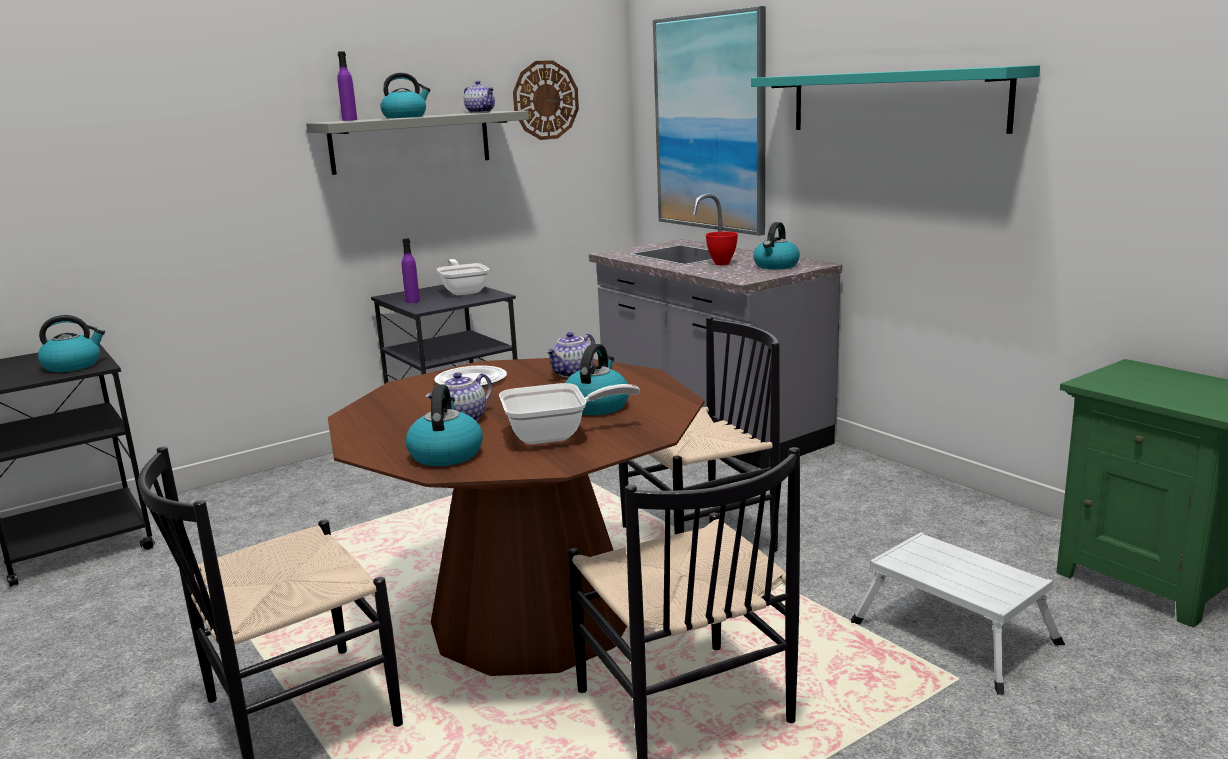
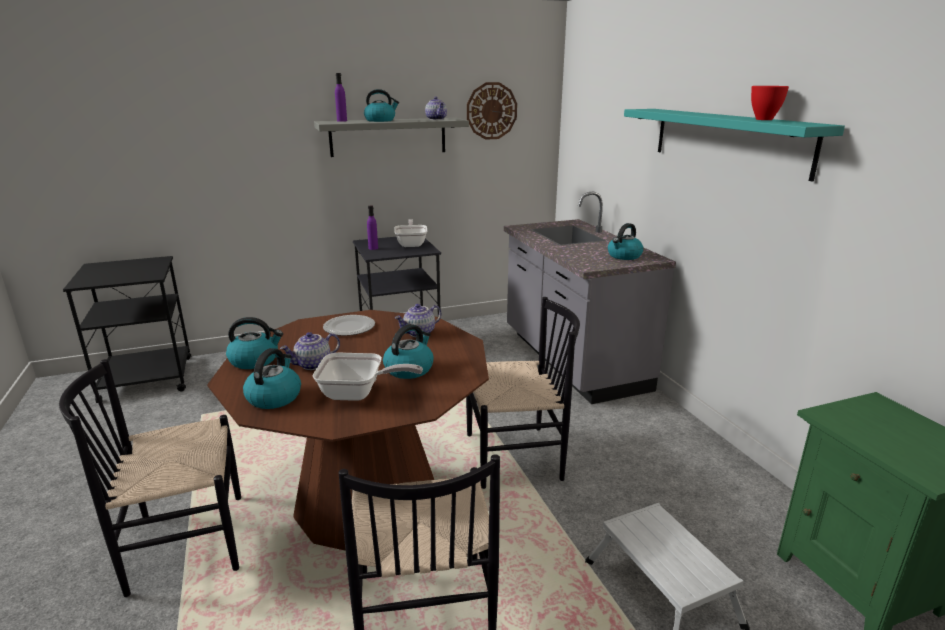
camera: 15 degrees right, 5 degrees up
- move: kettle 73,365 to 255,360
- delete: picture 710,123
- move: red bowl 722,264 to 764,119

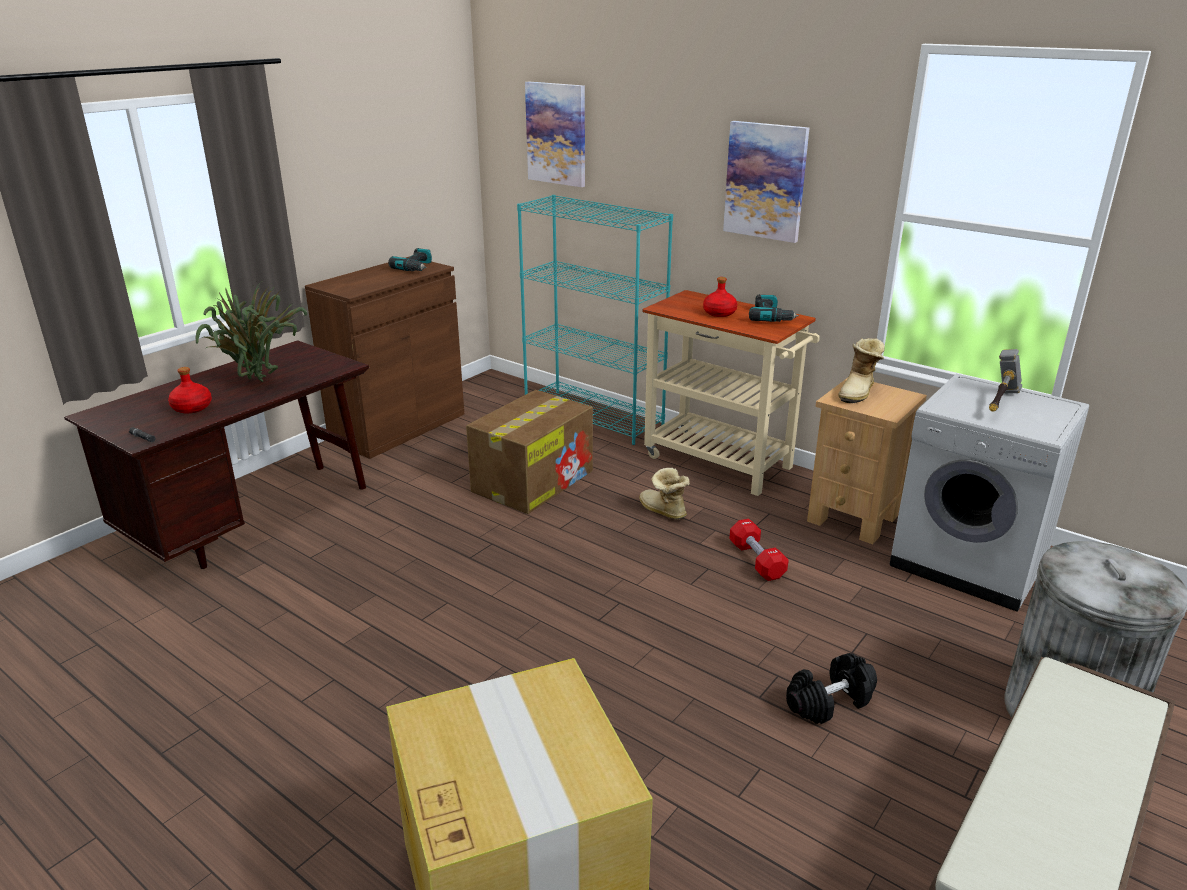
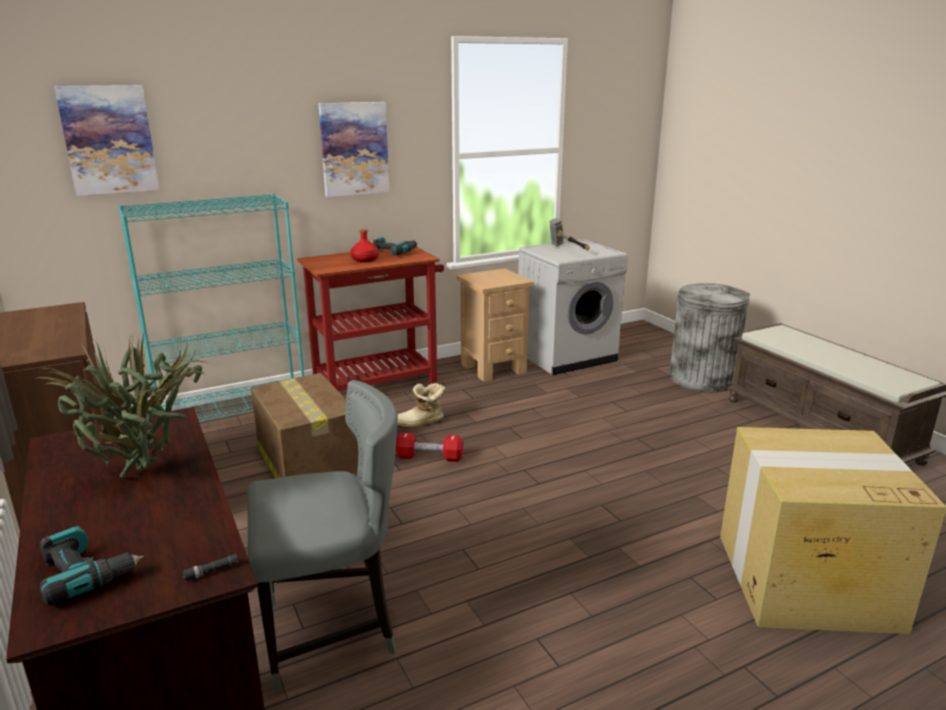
camera: 65 degrees left, 5 degrees down
- delete: red bottle 192,407
- move: power drill 416,268 to 87,573
- recolor: beige cart 720,463 to red cart 378,385
- move: red dumbbell 756,561 to 429,457
- delete: black dumbbell 829,702
- delete: boot 859,392
- insert: grey chair 333,631

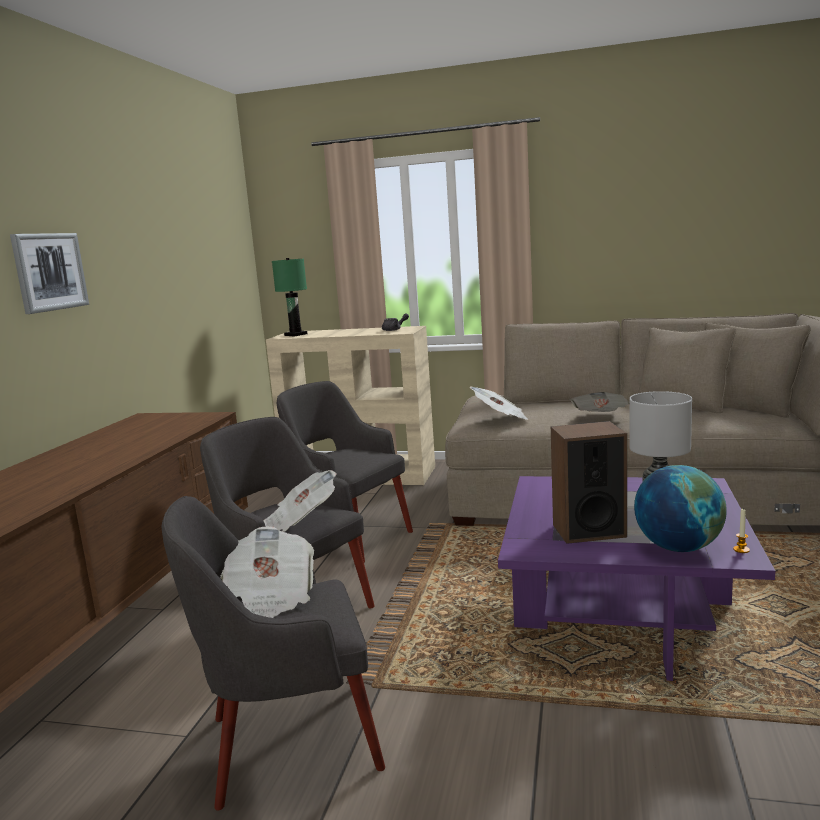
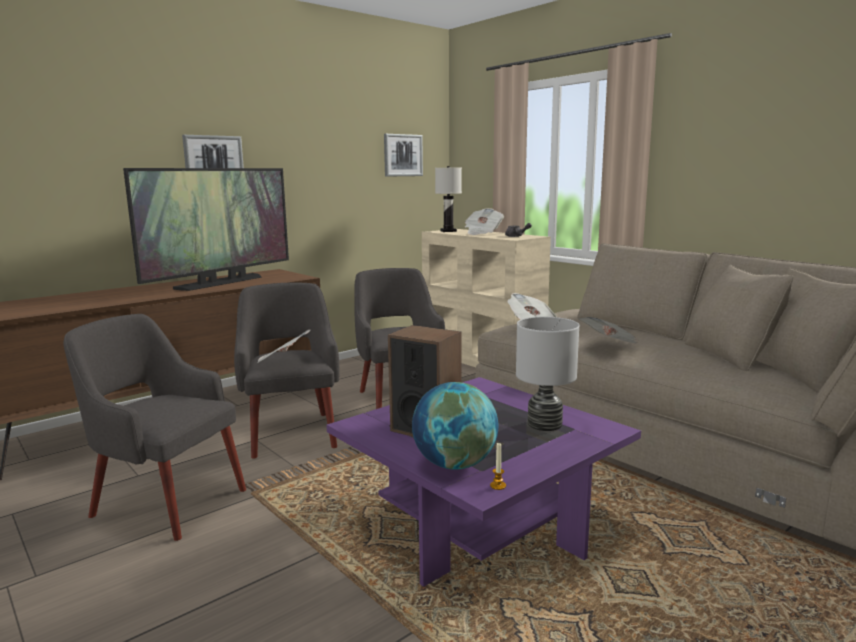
camera: 35 degrees right, 0 degrees up
- move: newspaper 271,597 to 482,233
- recolor: green table lamp 296,334 to white table lamp 448,231
- insert: television 221,283
- insert: picture 402,155

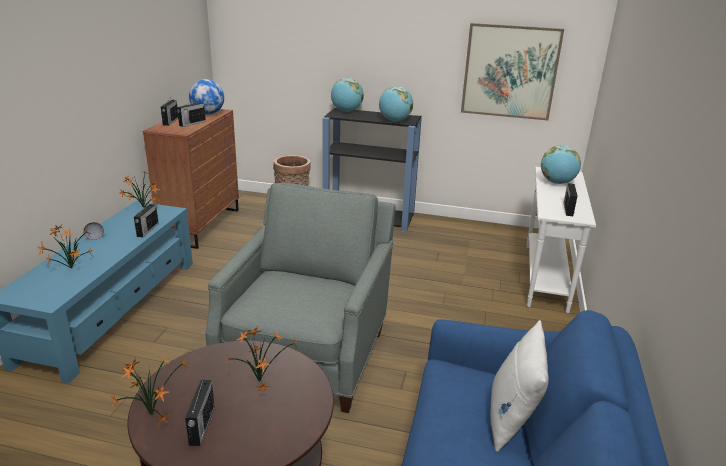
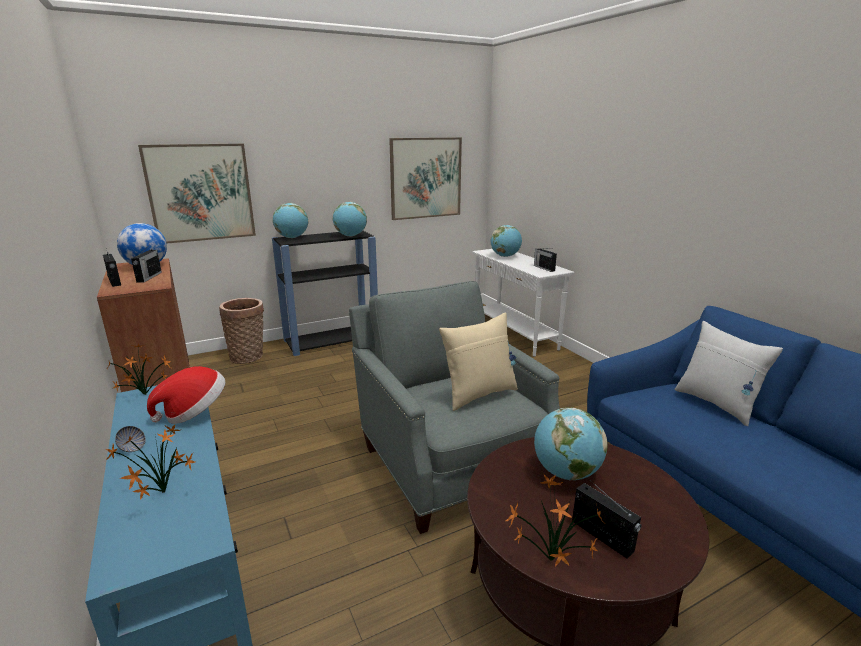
camera: 40 degrees left, 5 degrees down
- replace: radio 147,230 to hat 194,412
- replace: potted plant 259,380 to globe 566,473
- insert: picture 200,193
- insert: beige pillow 479,395

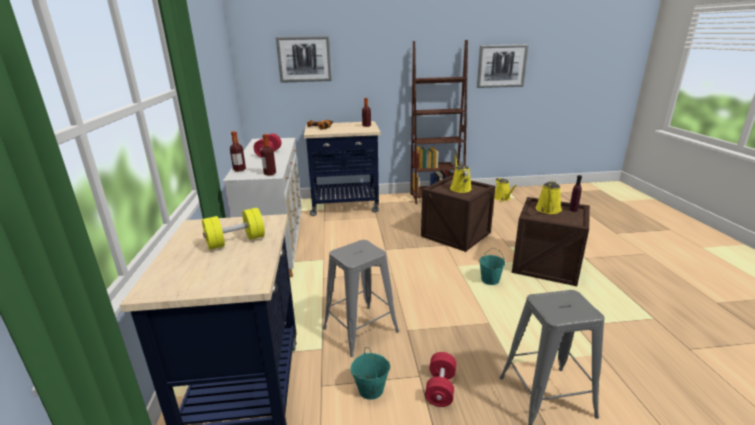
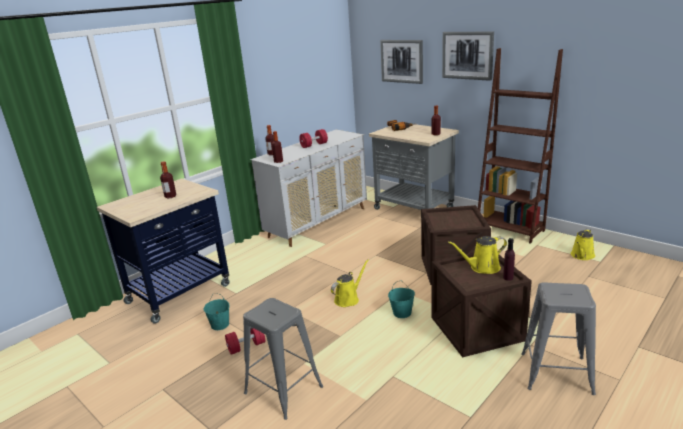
camera: 50 degrees right, 0 degrees up
- replace: yellow dumbbell 236,241 to bottle 170,196
- recolor: blue cart 345,205 to grey cart 414,209
- move: grey stool 360,330 to 556,373
- move: yellow watering can 460,188 to 348,299
- move: picture 501,66 to 467,55

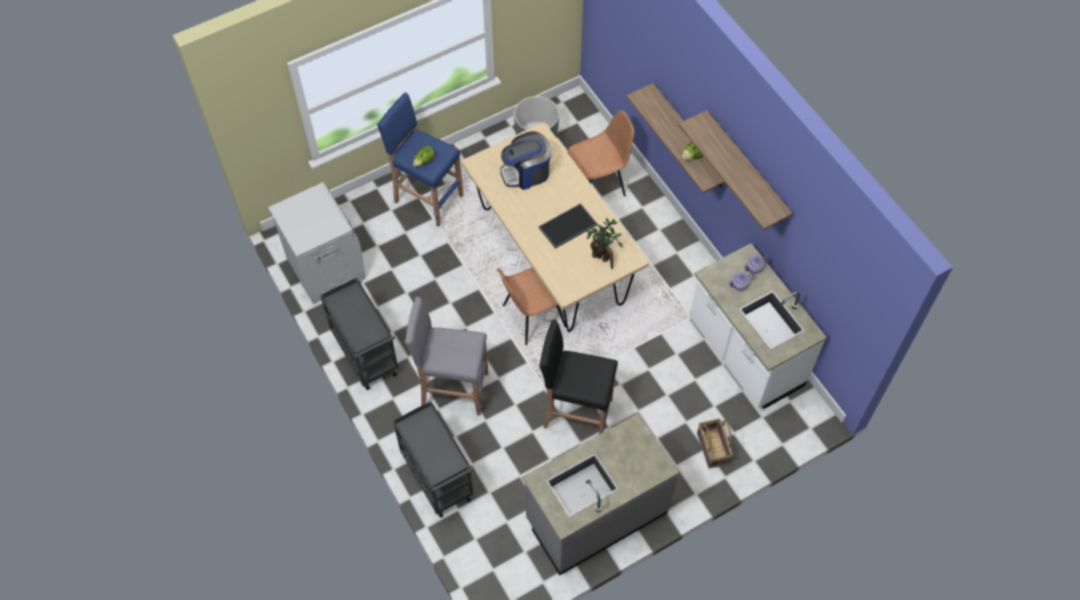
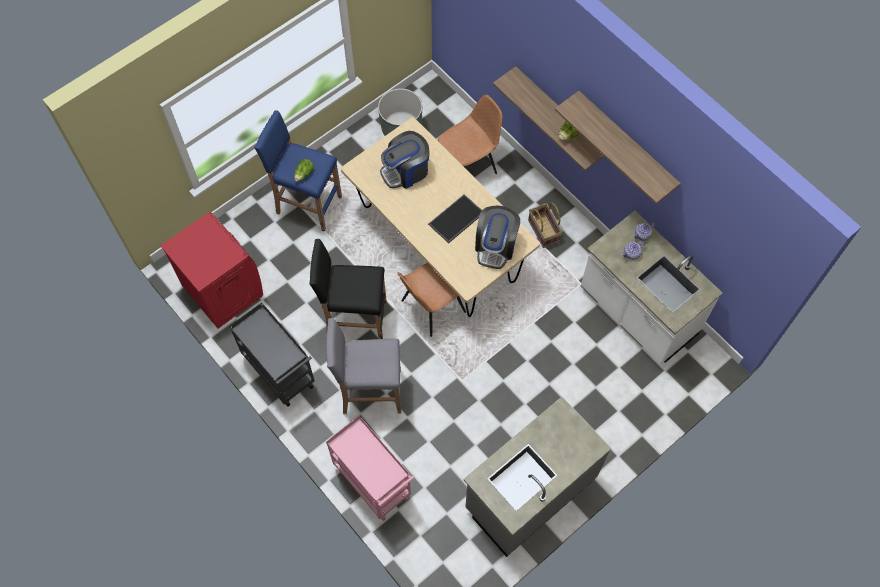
camera: 10 degrees left, 5 degrees up
- recolor: white washing machine 325,268 to red washing machine 222,290
- recolor: grey cart 438,480 to pink cart 374,484
- move: black stool 576,413 to 355,320
- replace: potted plant 602,258 to coffee machine 495,246
- move: basket 713,448 to 544,230

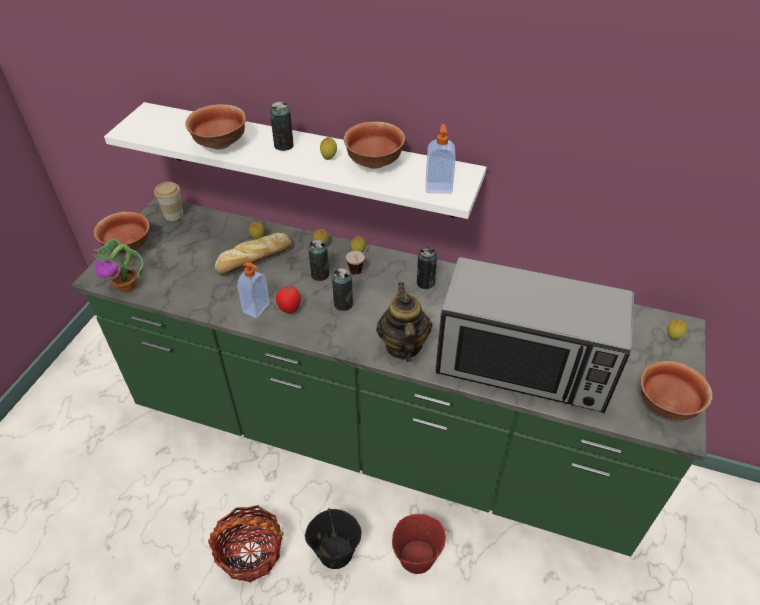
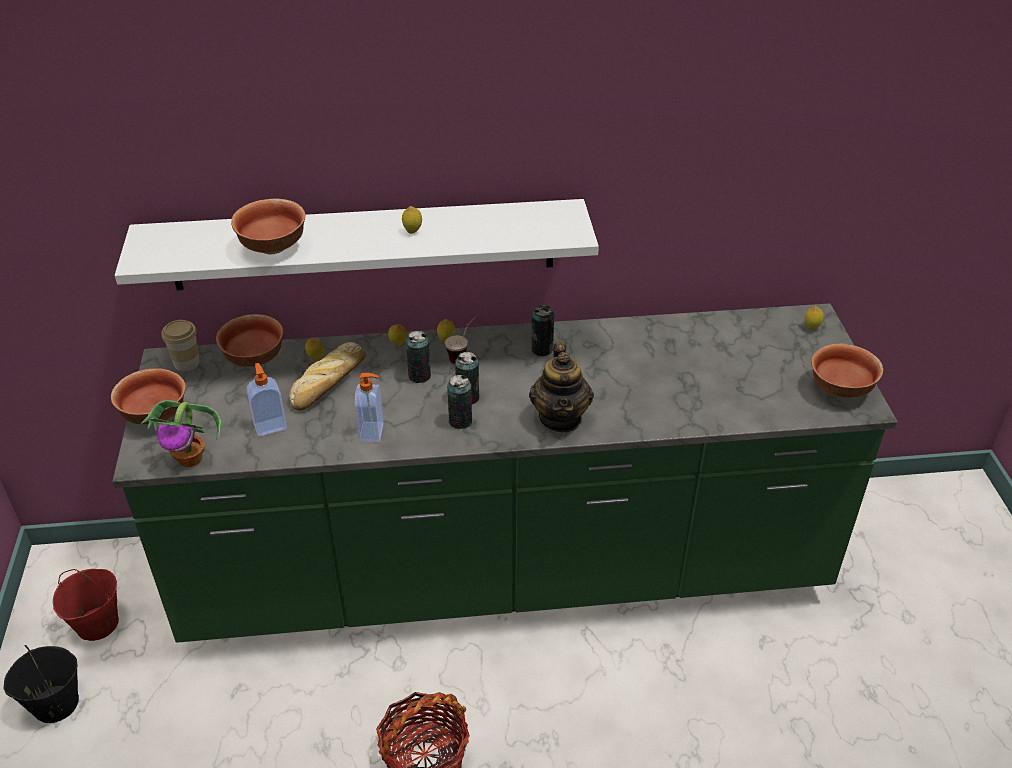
camera: 25 degrees left, 5 degrees down
- move: can 284,145 to 460,421
- delete: tomato 290,309
- move: black bucket 335,552 to 55,704
- move: bowl 375,163 to 255,359
- rotate: teapot 403,346 = 561,418 150 degrees counterclockwise
- move: red bucket 416,557 to 97,624
- move: soap dispenser 438,187 to 270,426
- delete: microwave 524,364

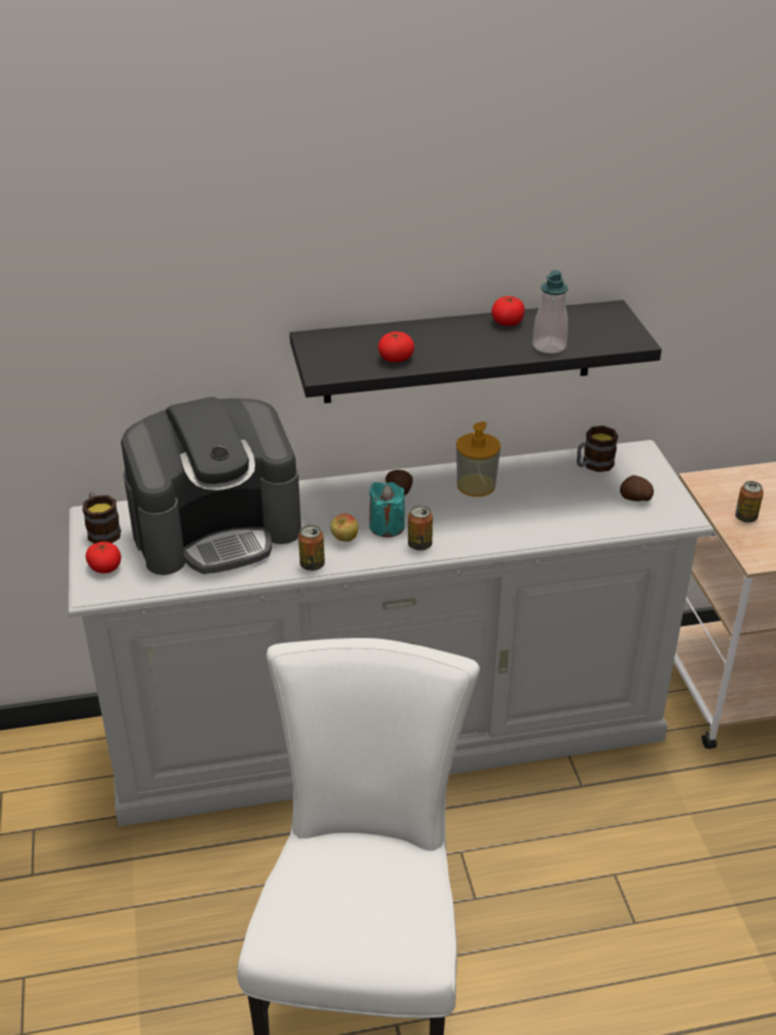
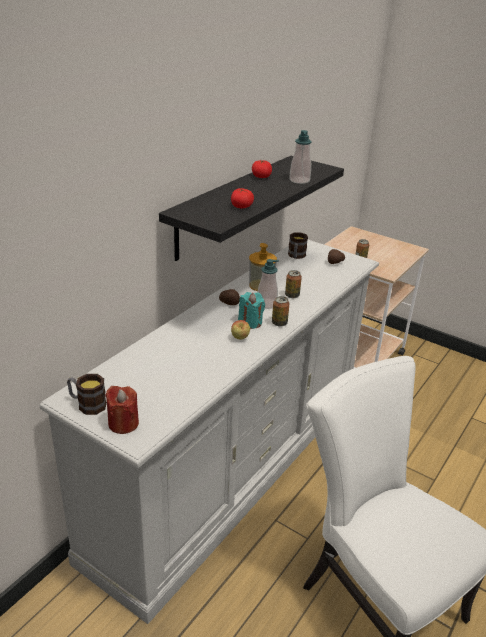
camera: 45 degrees left, 5 degrees down
- replace: tomato 105,567 to red candle 123,423
- delete: coffee machine 217,530
- move: can 312,565 to 292,295
- insert: soap dispenser 266,304

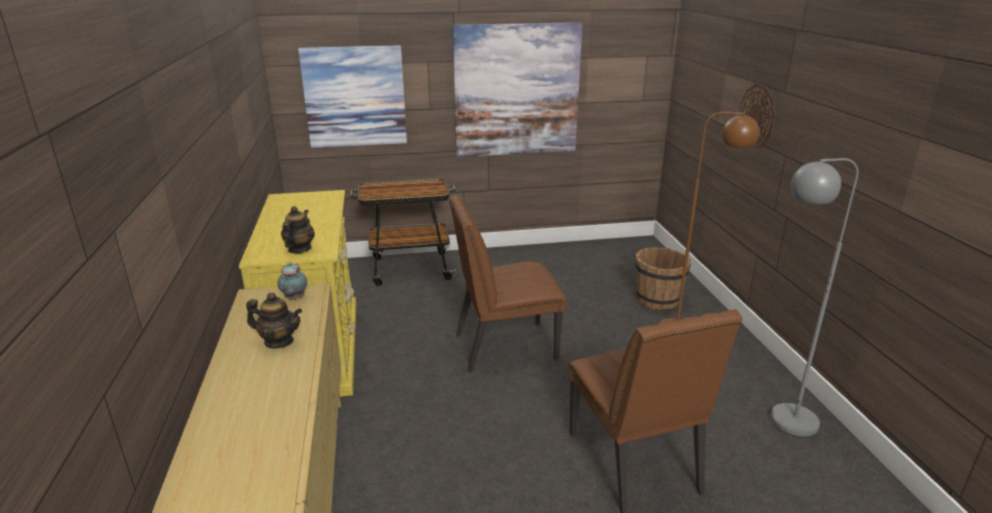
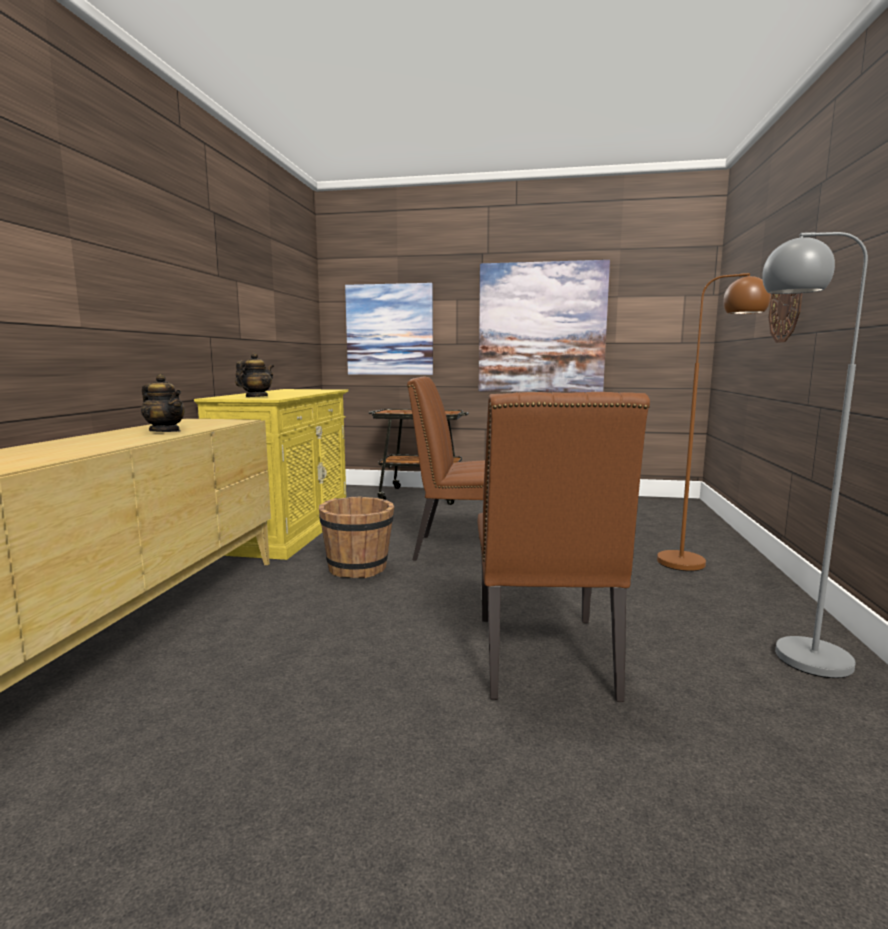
camera: 20 degrees right, 15 degrees down
- delete: teapot 294,298
- move: brown bucket 657,300 to 358,568

